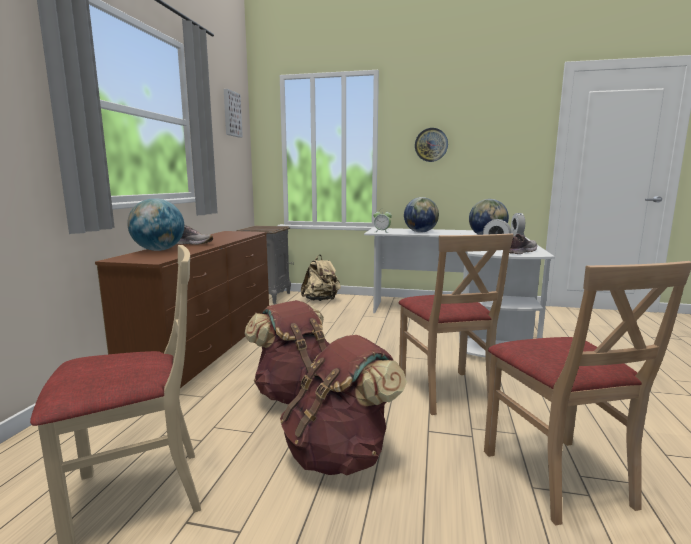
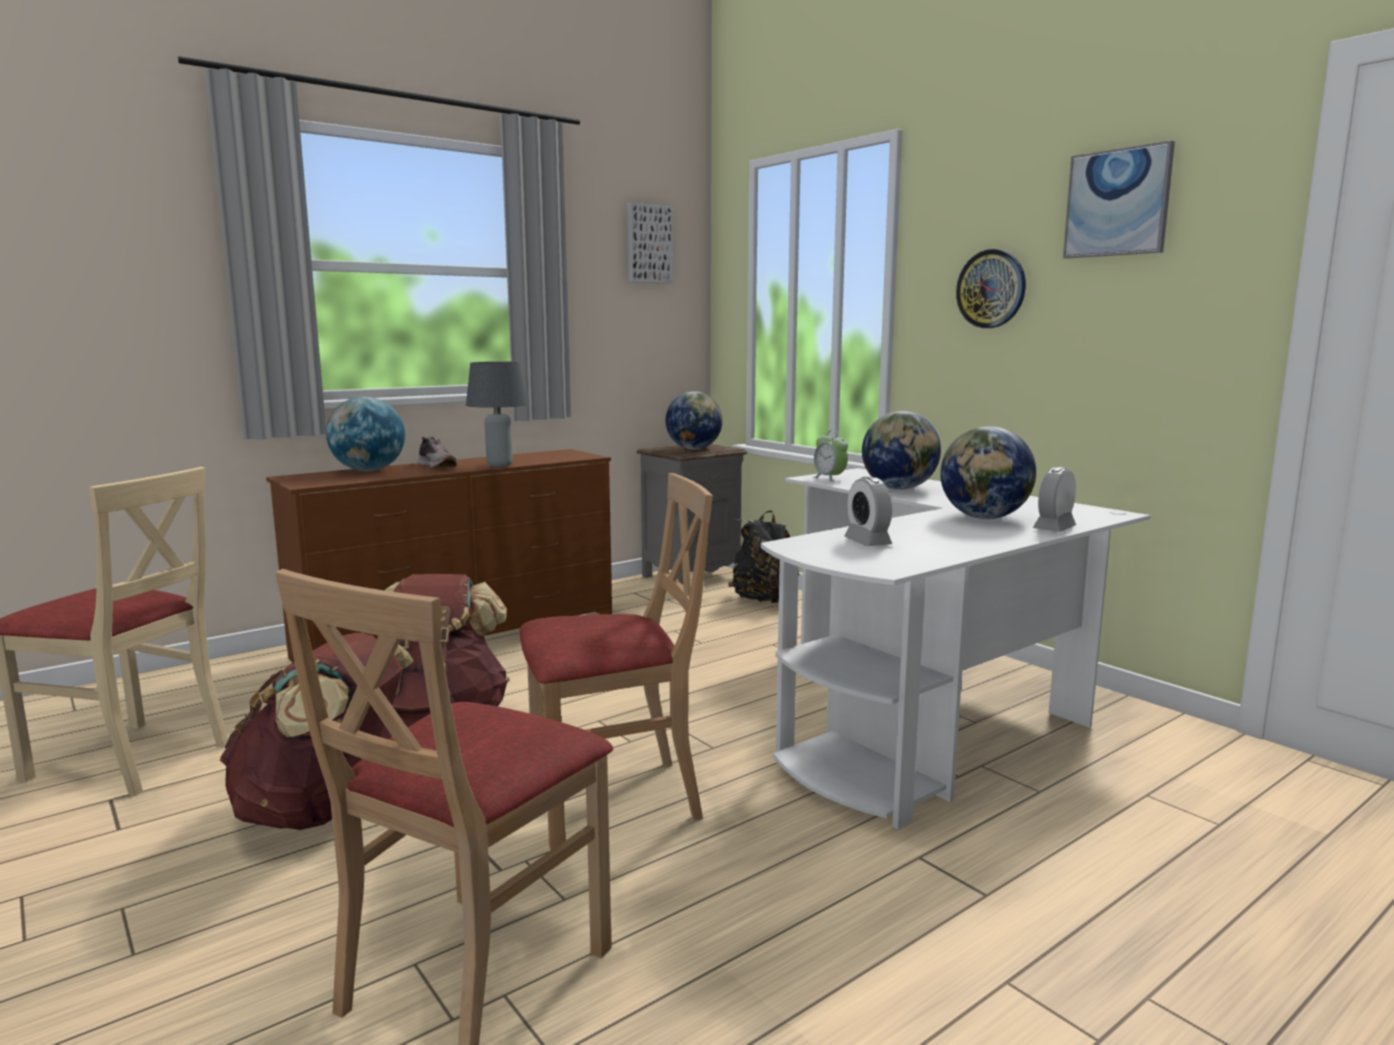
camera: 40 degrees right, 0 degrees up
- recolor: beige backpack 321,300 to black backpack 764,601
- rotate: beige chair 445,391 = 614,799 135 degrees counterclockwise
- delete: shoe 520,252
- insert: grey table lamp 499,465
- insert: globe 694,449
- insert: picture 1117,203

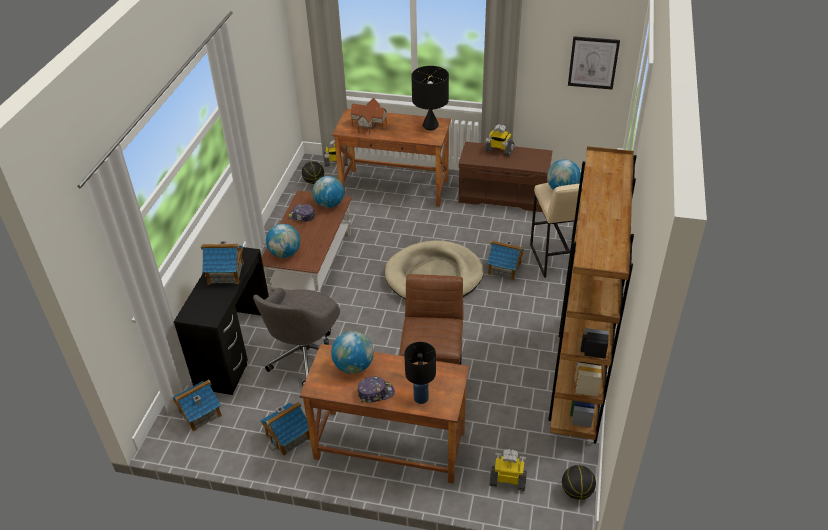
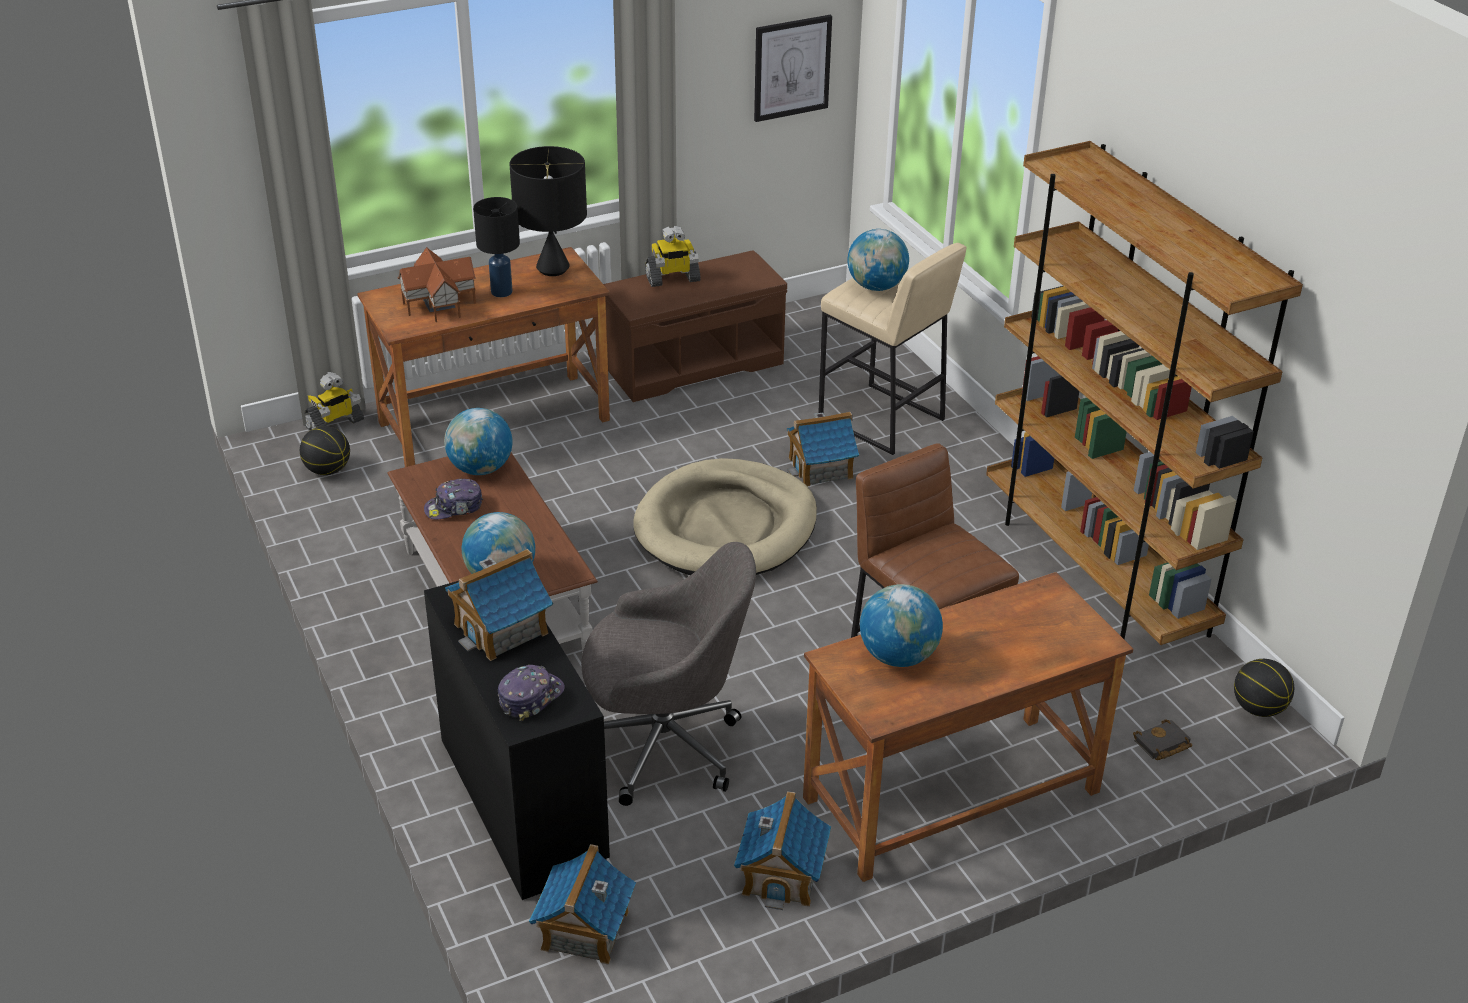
camera: 40 degrees left, 5 degrees down
- rotate: grey office chair 306,358 = 665,748 75 degrees counterclockwise
- move: cap 375,393 to 530,697
- move: black table lamp 421,398 to 502,292
- replace: toy robot 508,480 to black book 1161,745

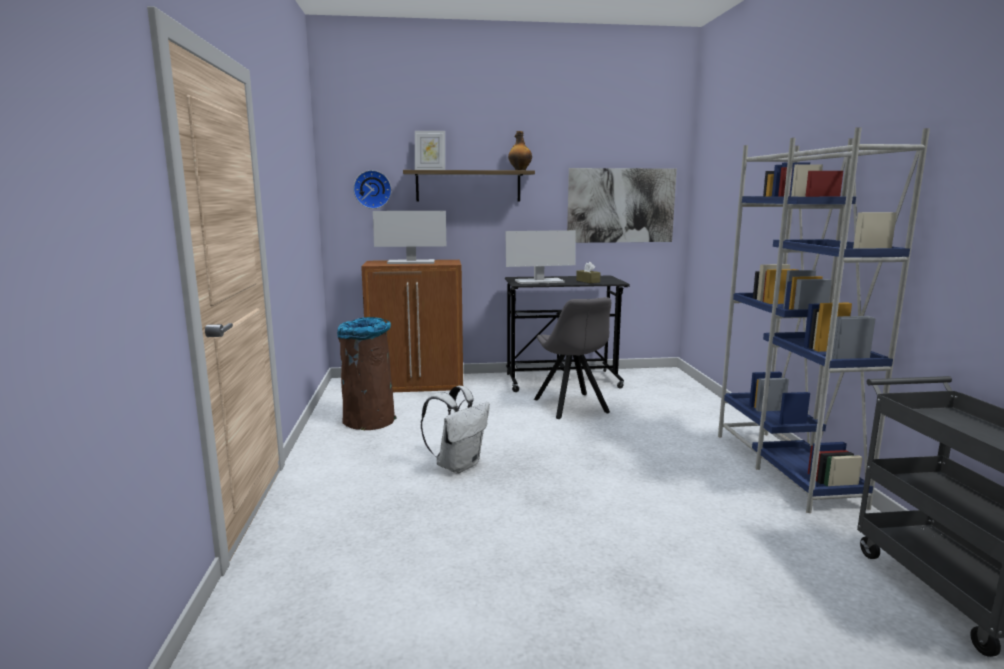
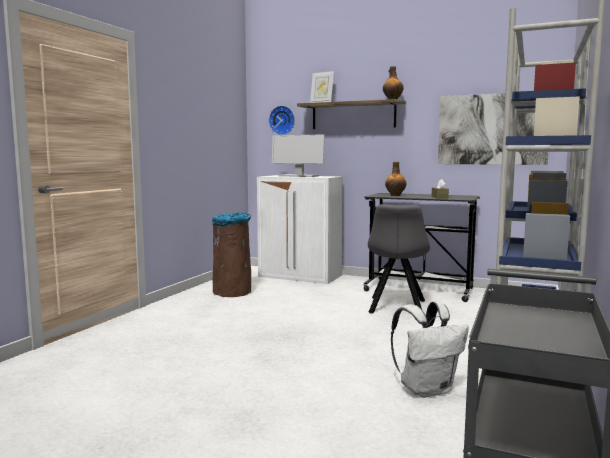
camera: 30 degrees right, 5 degrees down
- recolor: brown cabinet 417,384 to white cabinet 300,276
- move: white backpack 458,465 to 426,389
- replace: monitor 539,281 to bottle 395,195

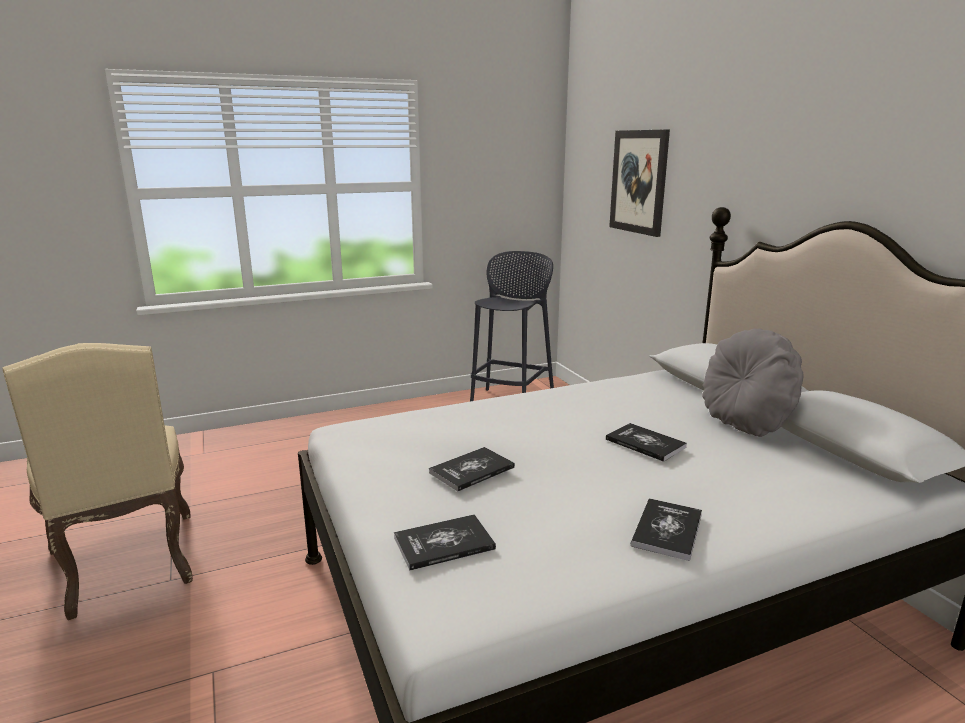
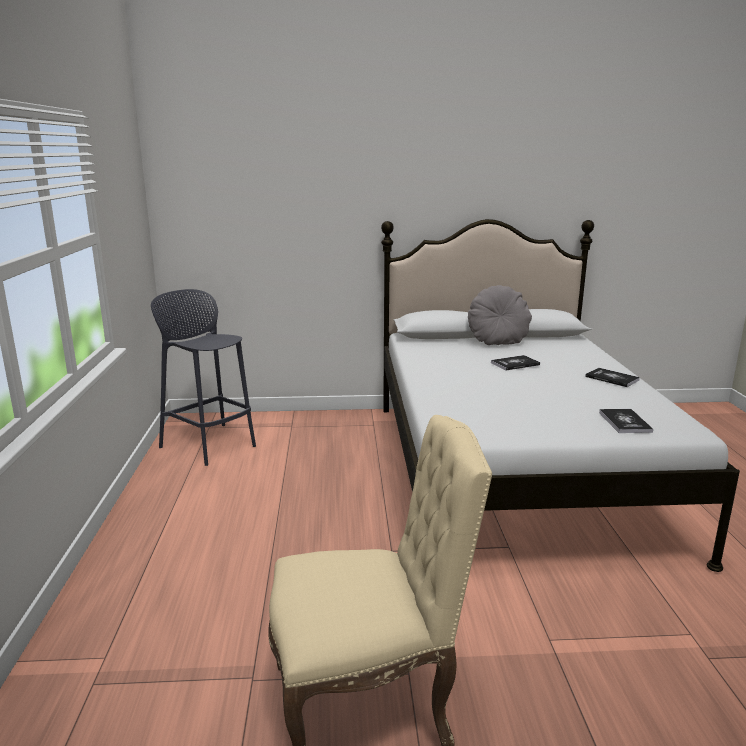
camera: 70 degrees left, 0 degrees up
- delete: book 472,470
- delete: picture 639,182

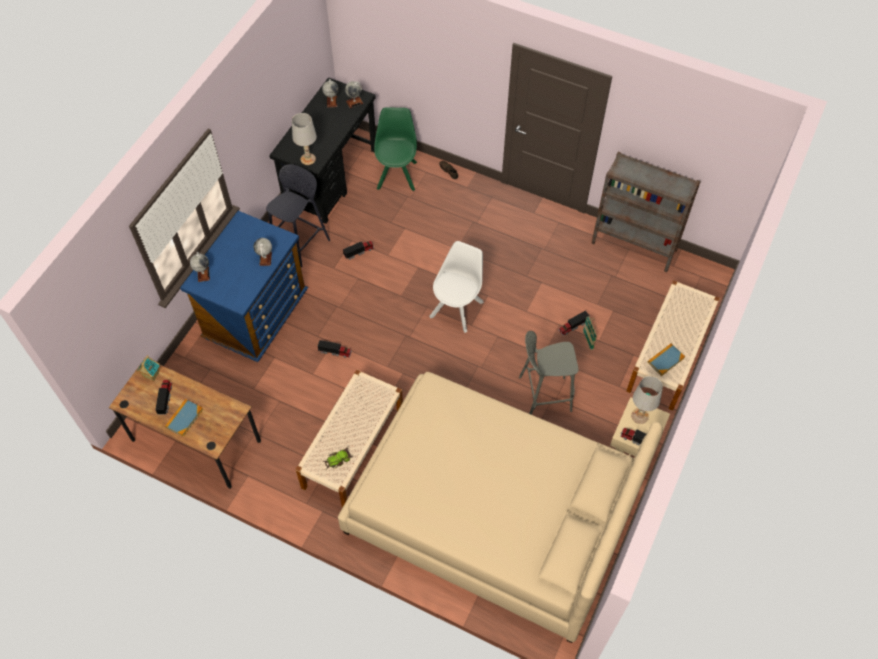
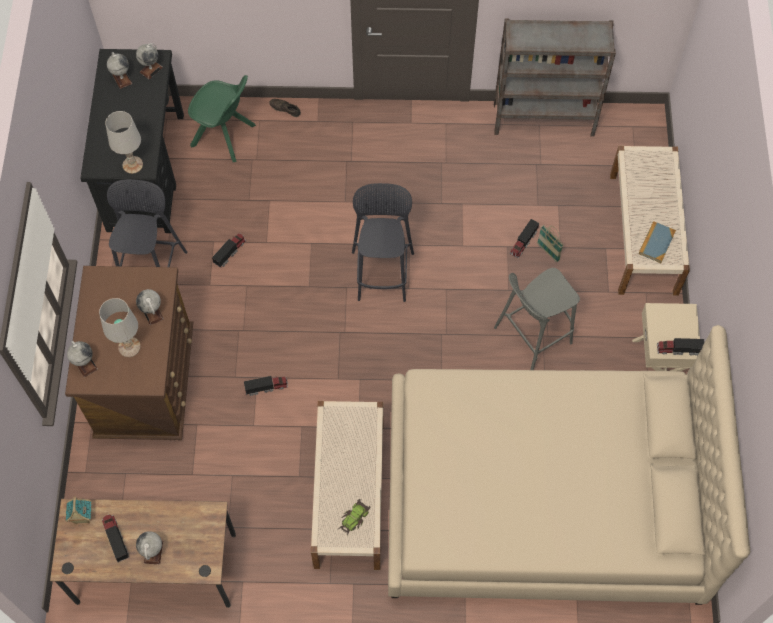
camera: 25 degrees left, 5 degrees up
- replace: book 184,418 to globe 153,552
- recolor: blue dresser 256,314 to brown dresser 145,381
- rotate: green chair 397,174 = 225,136 135 degrees clockwise
- replace: white chair 457,308 to grey stool 382,274
- move: white table lamp 639,416 to 129,347

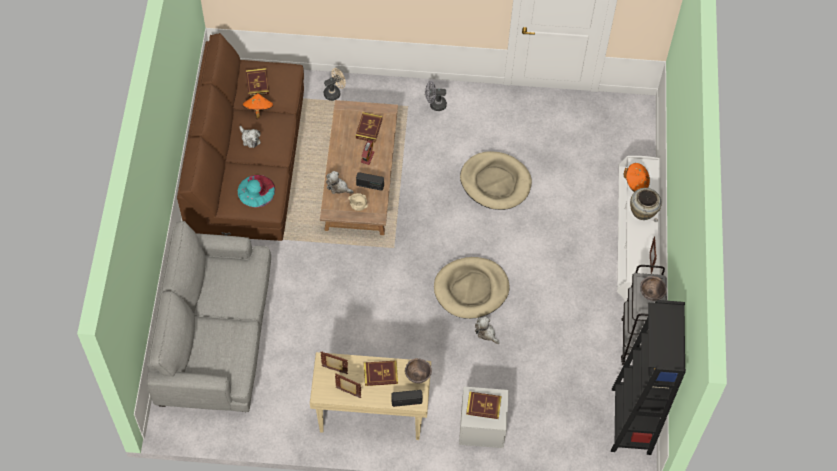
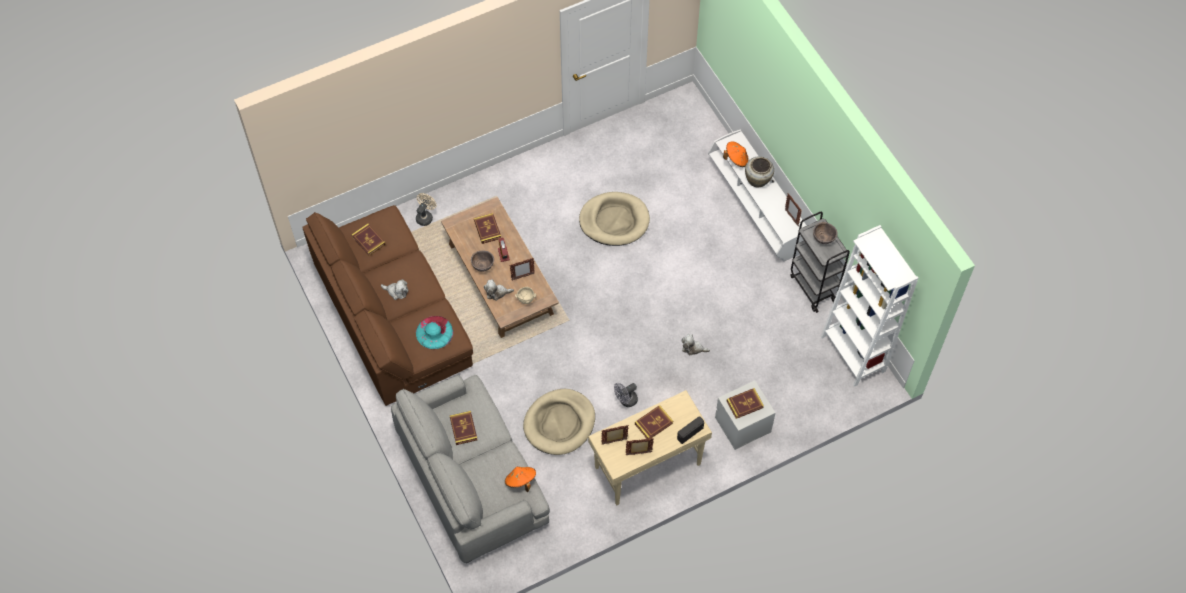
camera: 30 degrees left, 0 degrees up
- move: orange hat 258,110 to 520,481
- replace: radio 370,185 to picture frame 522,277
- move: brown bowl 418,376 to 483,266
- move: grey fan 435,104 to 626,401
- move: beige dog bed 471,289 to 559,423
- recolor: black bookcase 631,421 to white bookcase 853,354
- insert: book 463,429

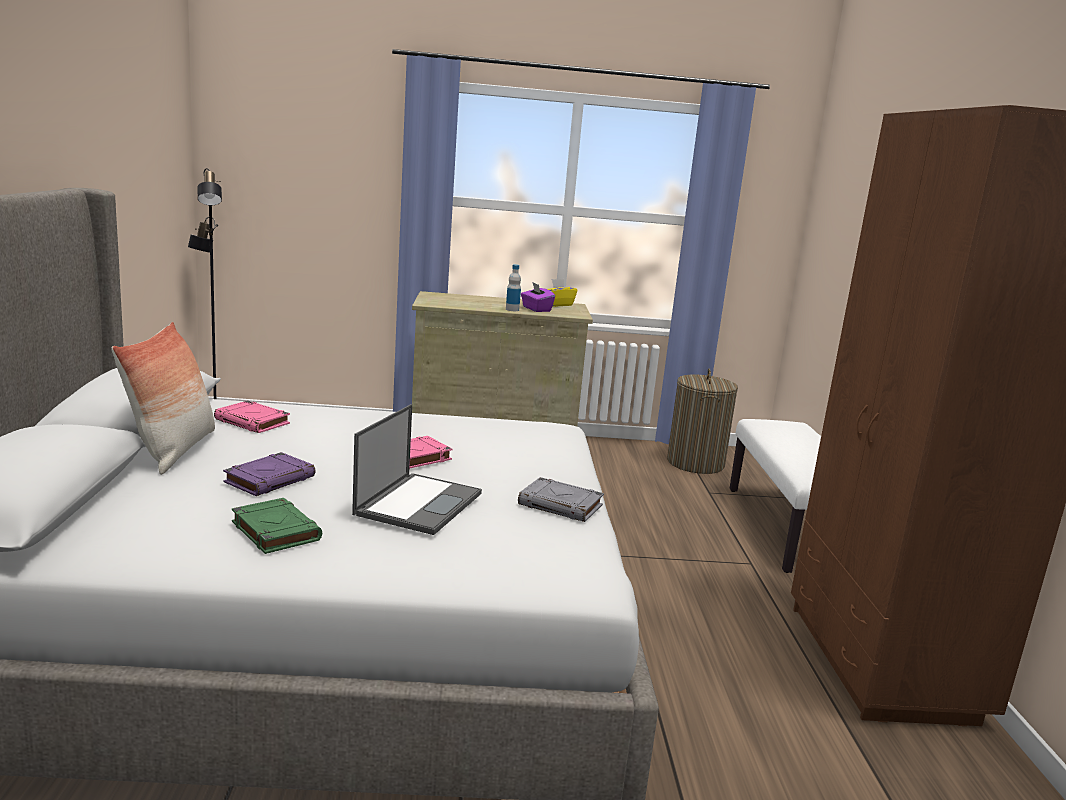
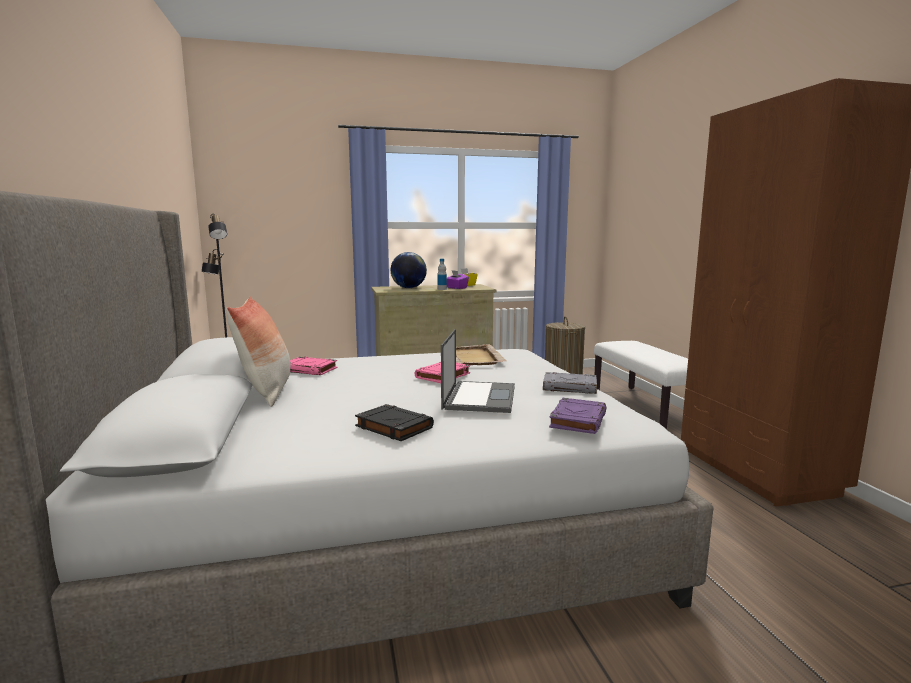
camera: 10 degrees left, 5 degrees down
- move: purple book 270,479 to 578,420
- recolor: green book 275,531 to black book 393,427
- insert: globe 408,288
- insert: beige tray 474,358

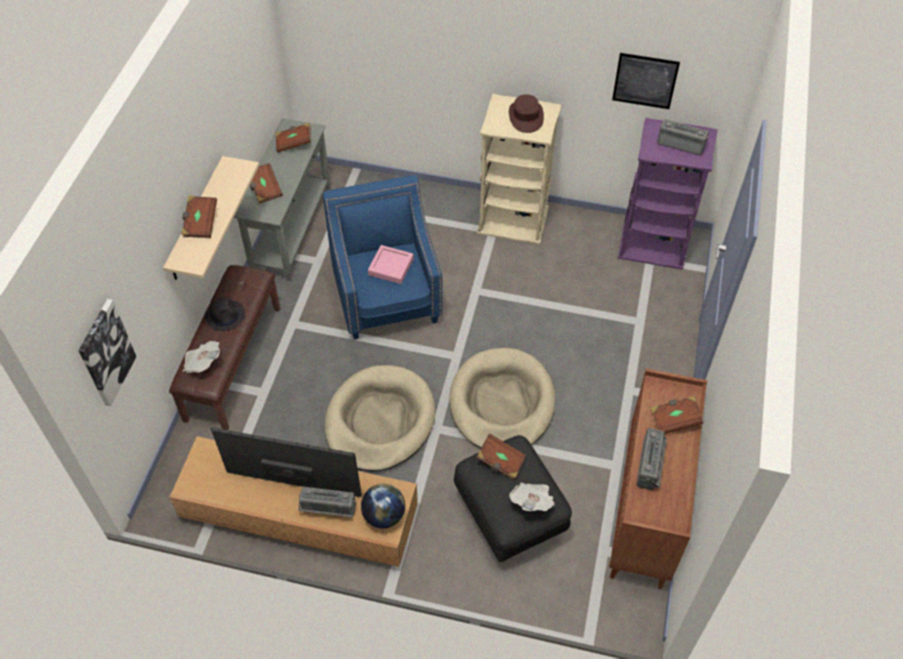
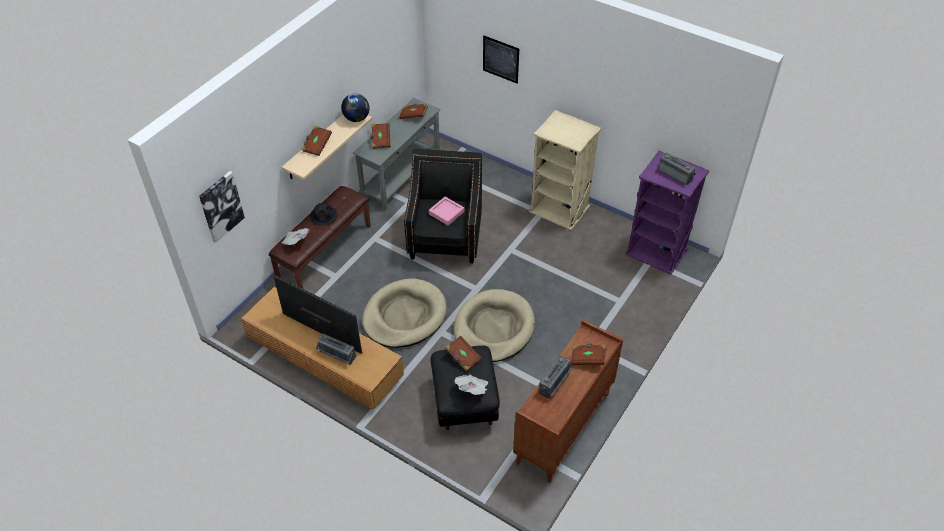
camera: 20 degrees right, 5 degrees down
- recolor: blue armchair 386,298 to black armchair 445,238
- move: globe 384,515 to 356,118
- delete: brown hat 525,116
- move: picture 645,81 to 501,59

